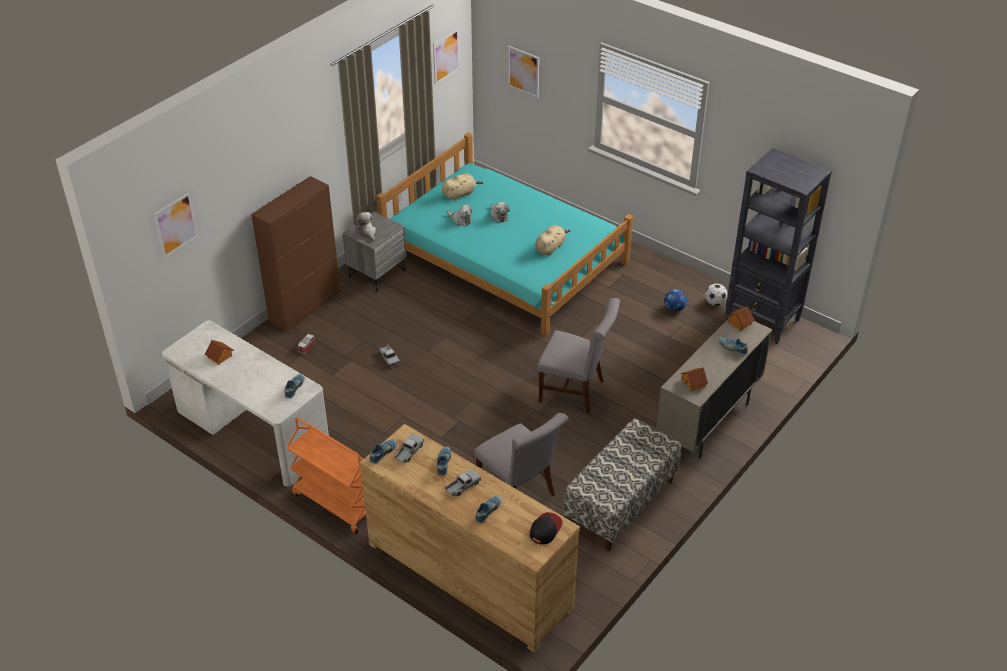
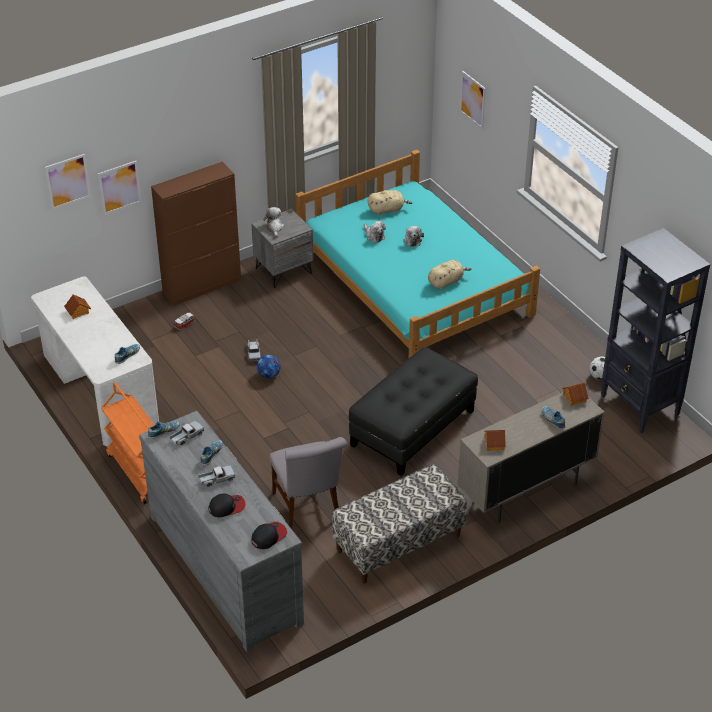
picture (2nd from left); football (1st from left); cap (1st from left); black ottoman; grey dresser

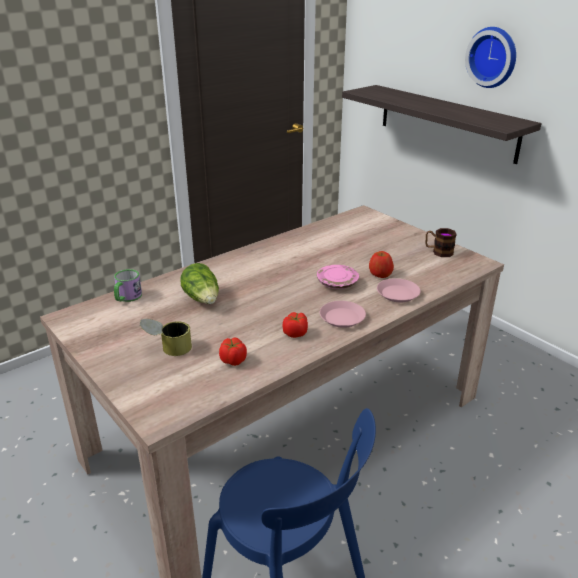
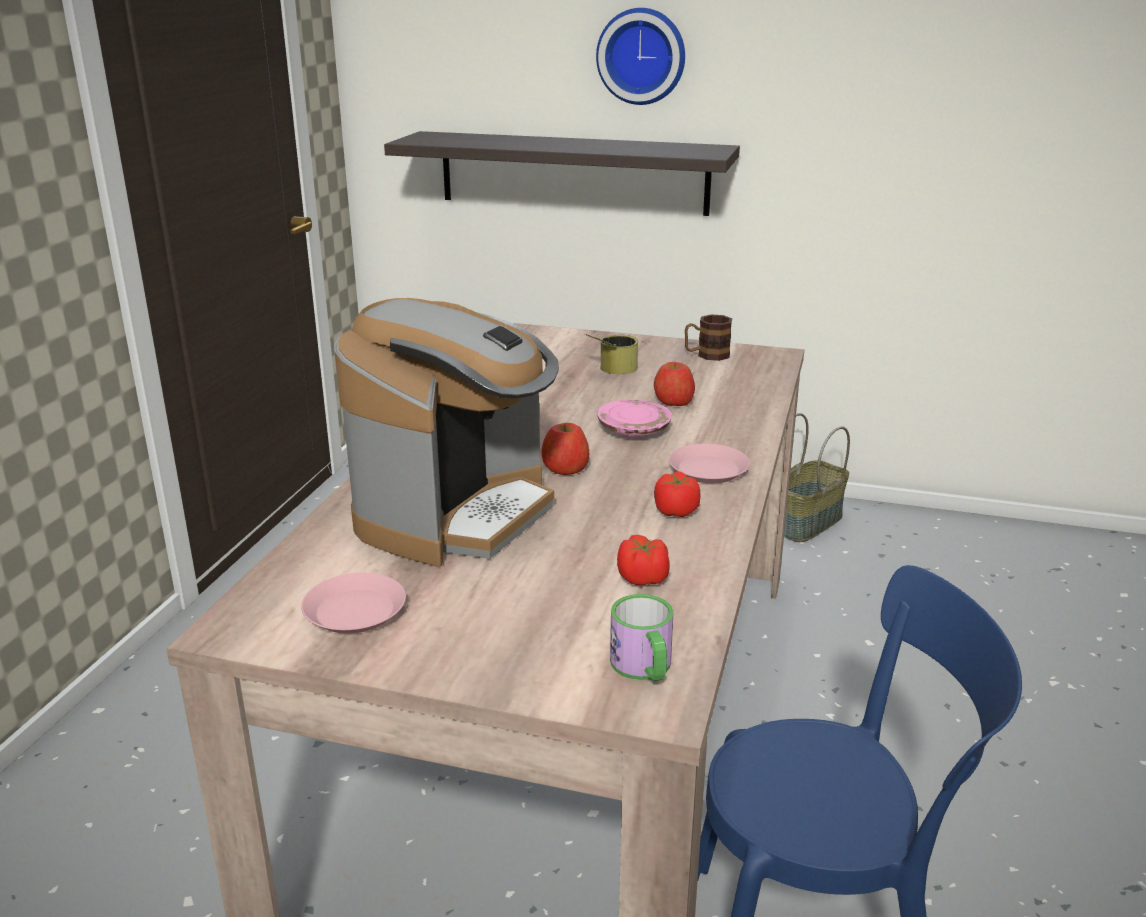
apple (1st from left); basket; mug (1st from left); can; pink plate (1st from left); coffee machine

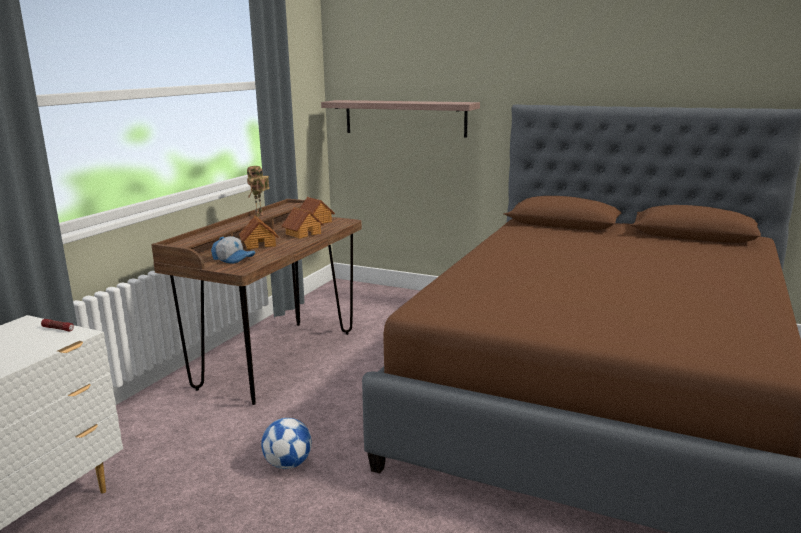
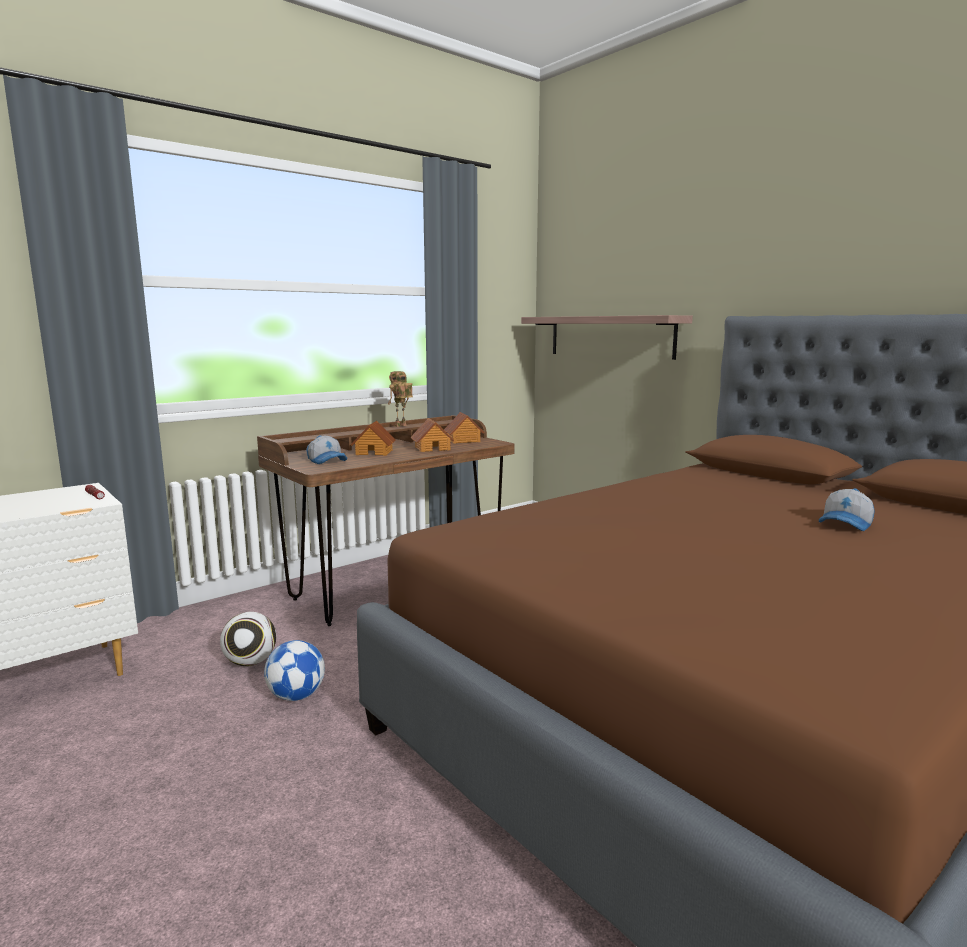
football (1st from left); cap (2nd from left)

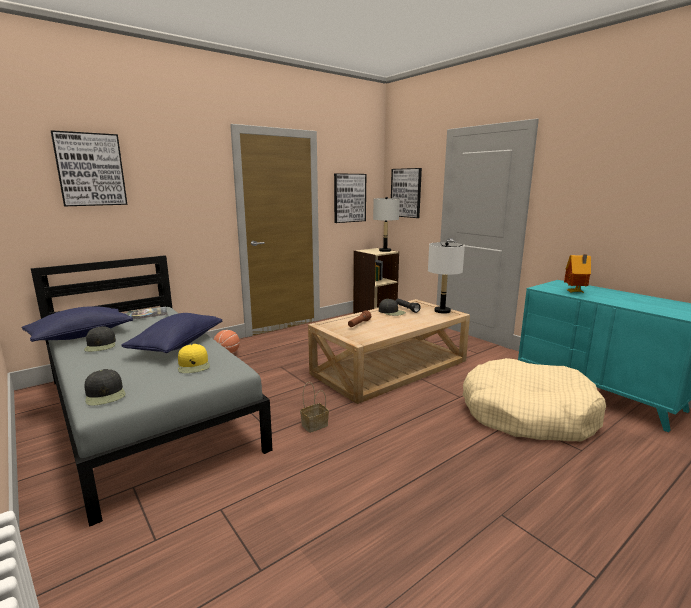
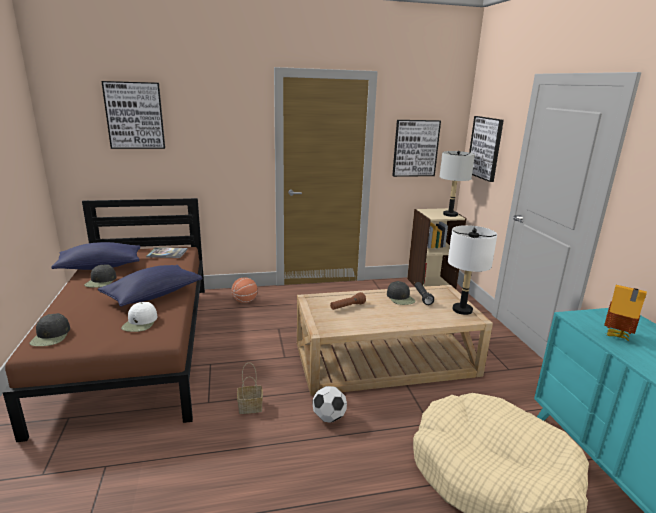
football; brown bed; white cap

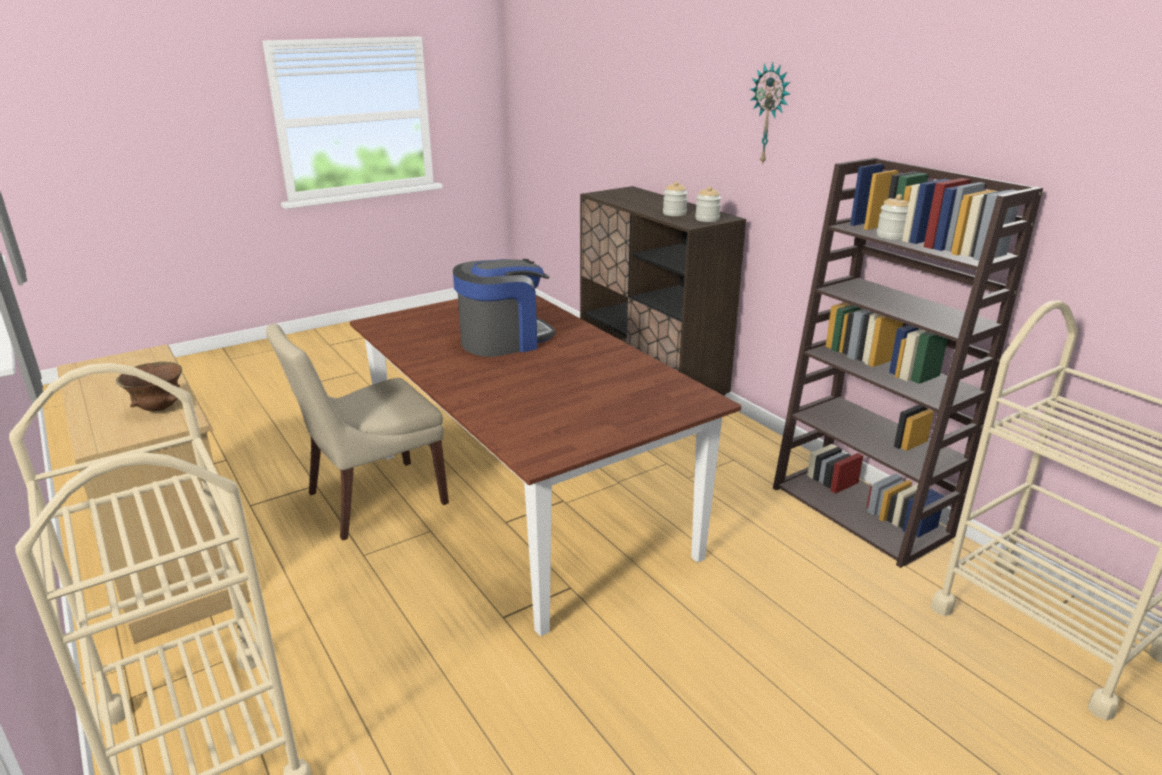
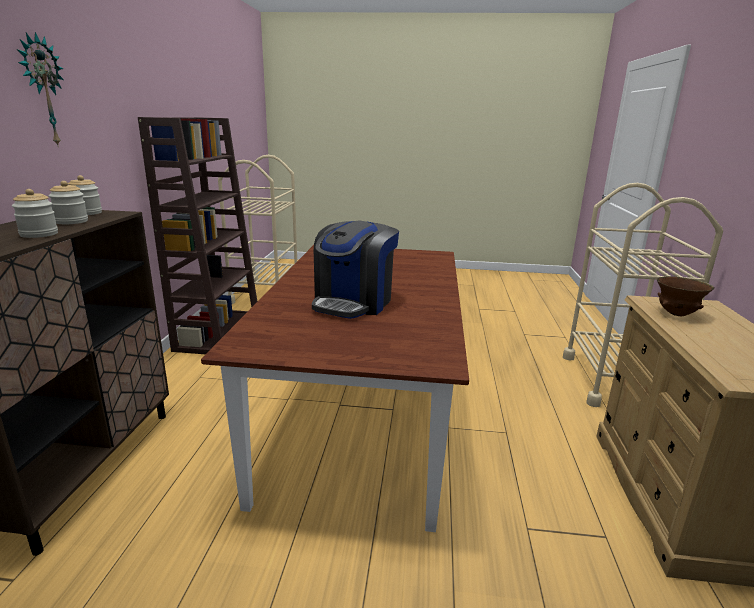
beige chair; jar (1st from left); coffee machine

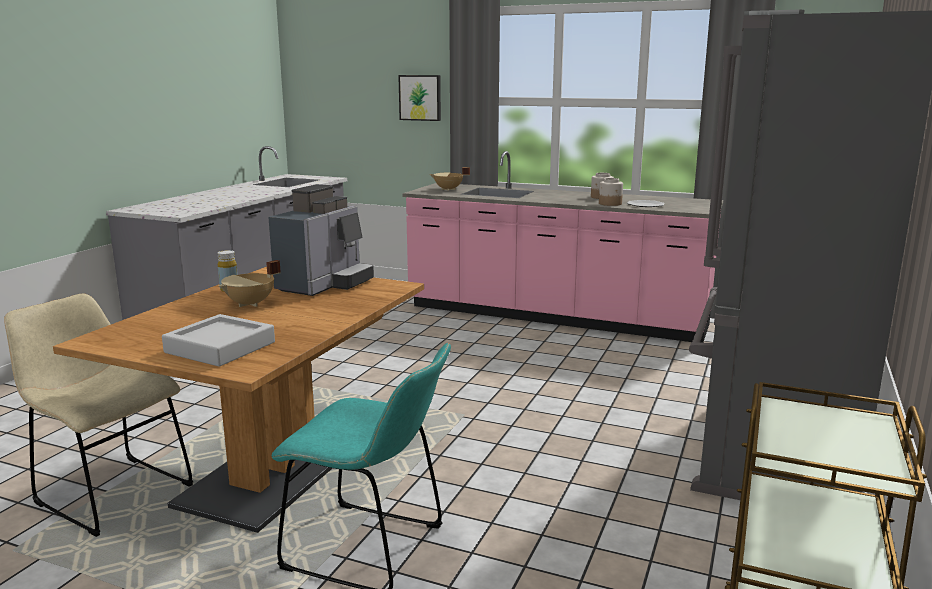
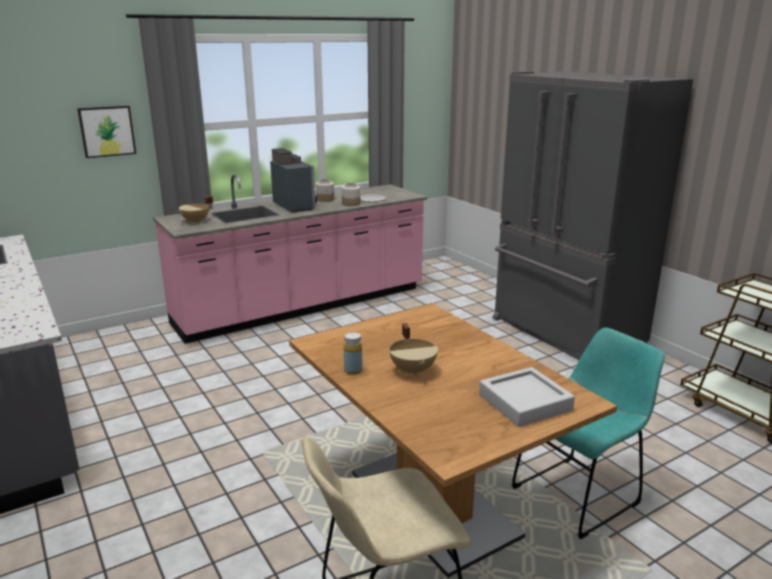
coffee machine

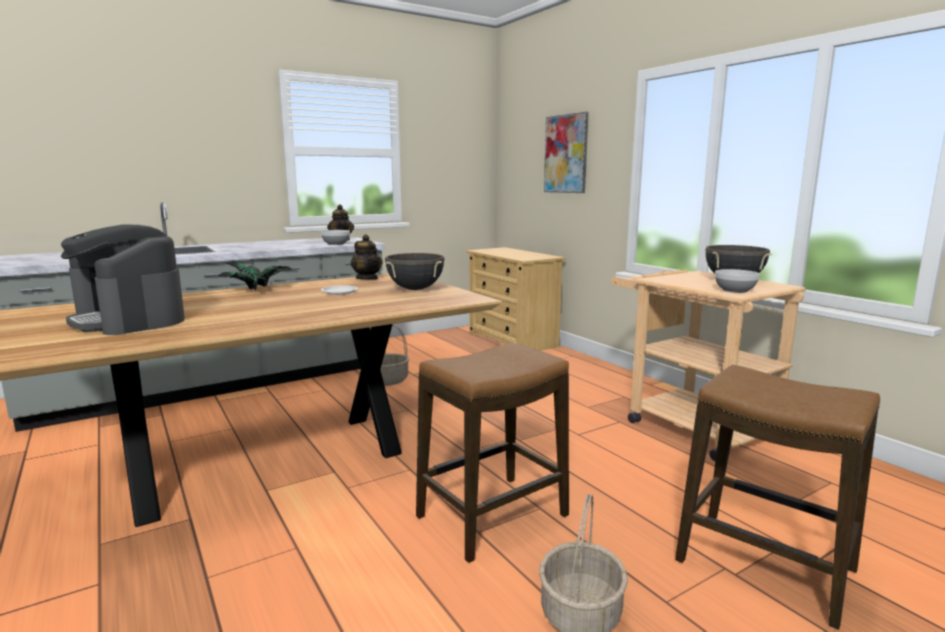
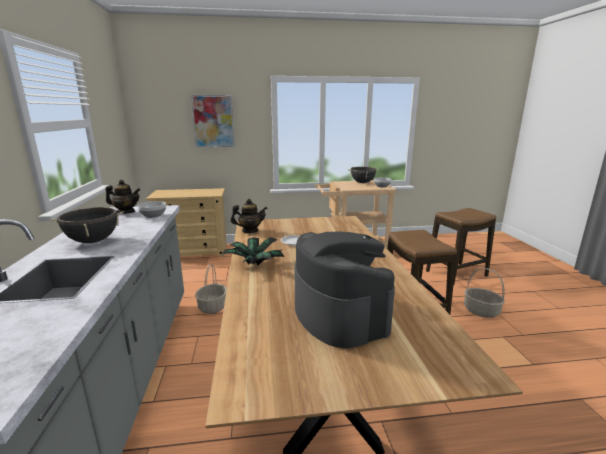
black cooking pot (1st from left); coffee machine

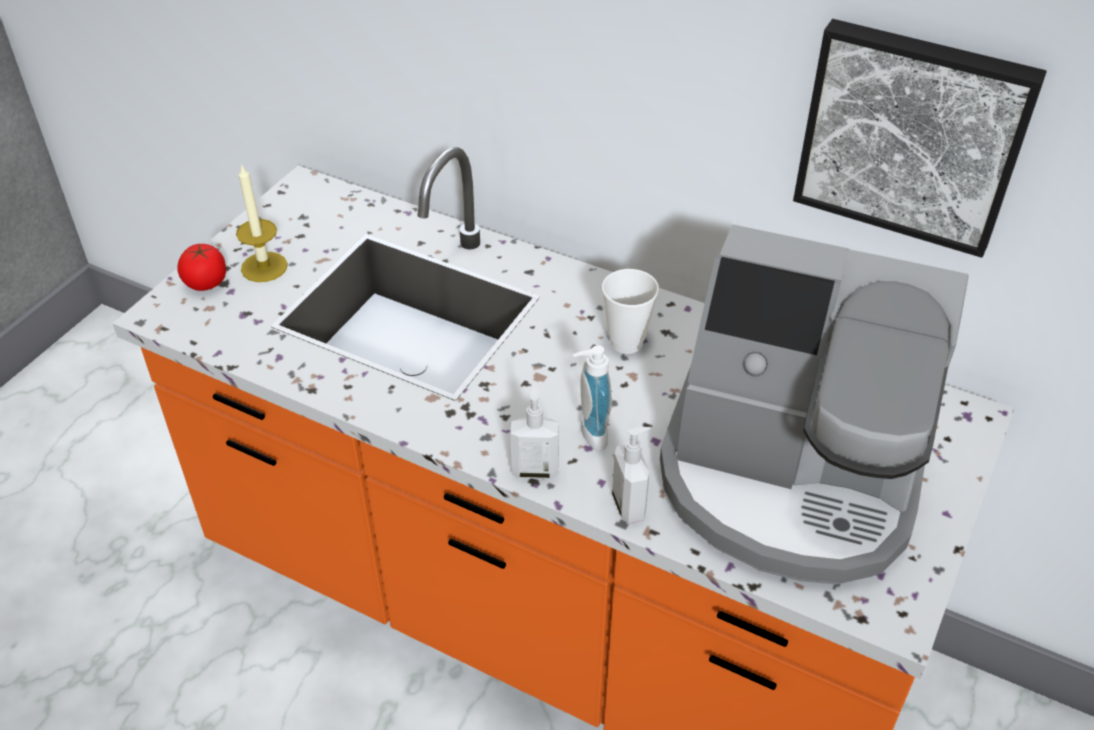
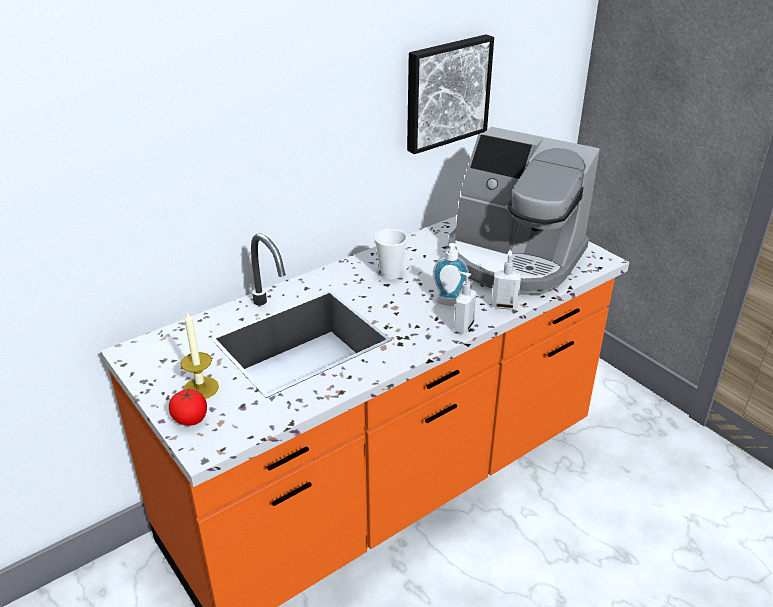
coffee machine

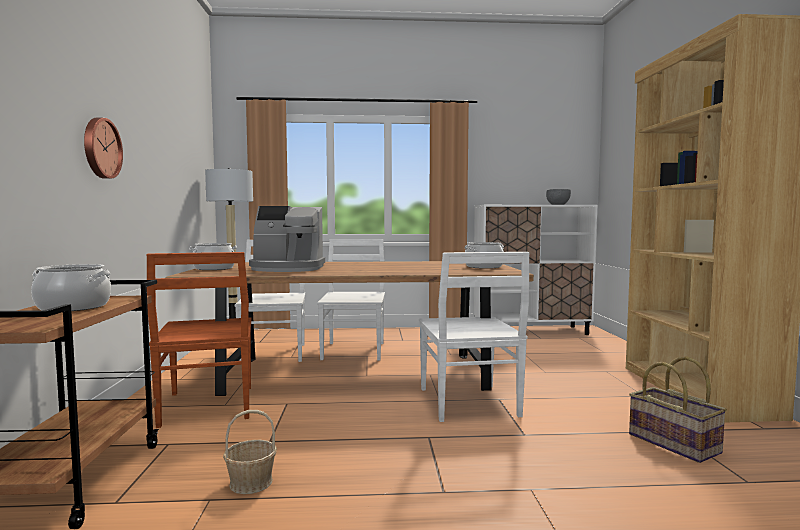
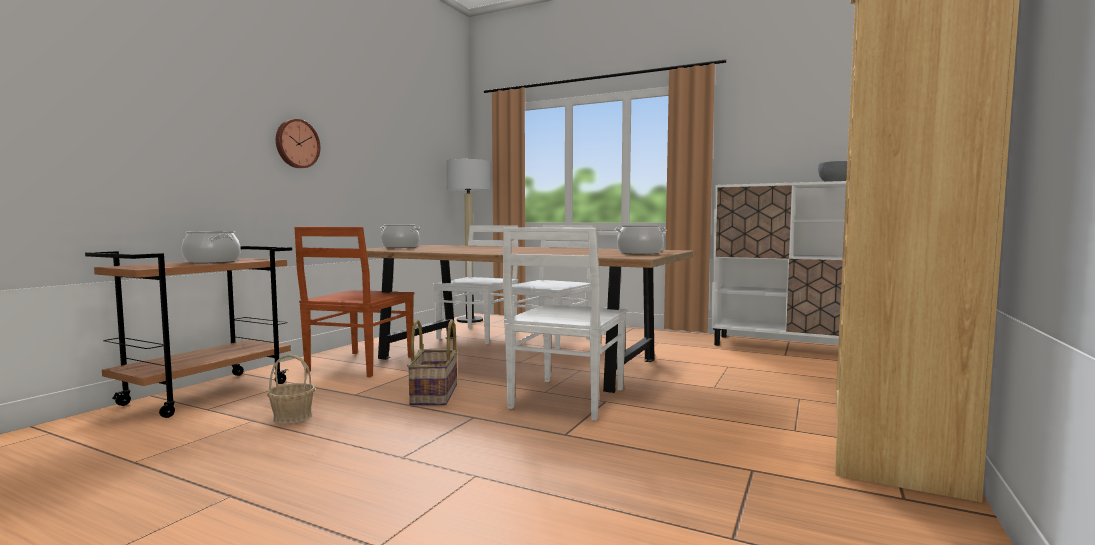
coffee machine; basket (2nd from left)

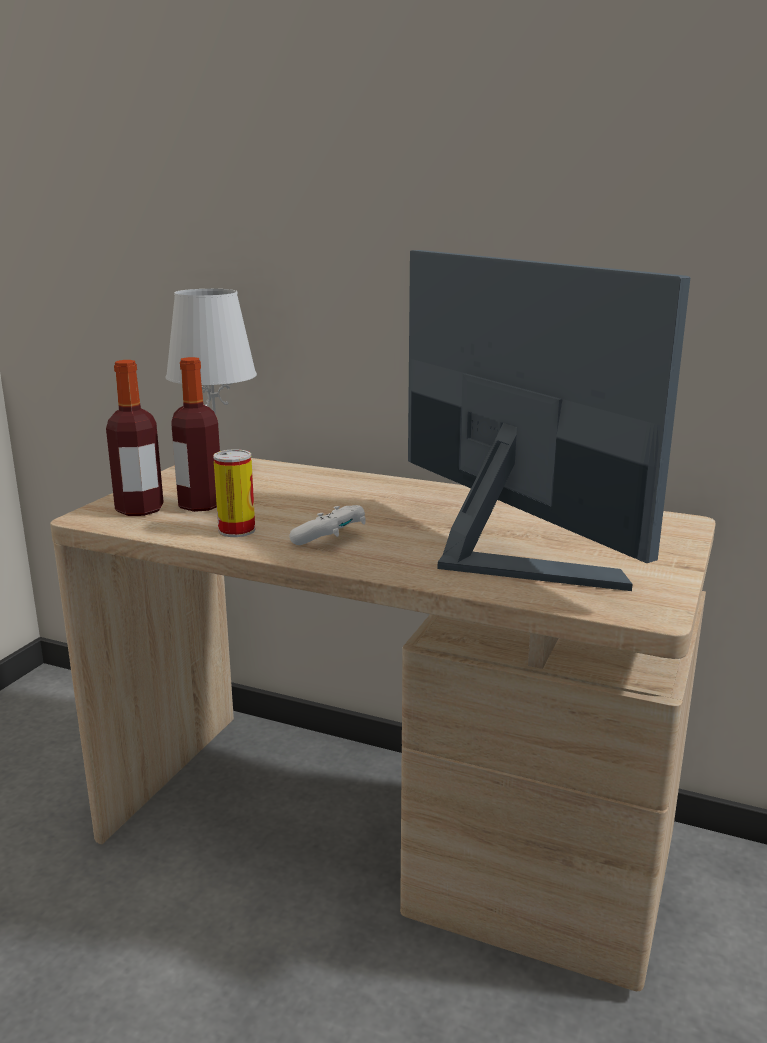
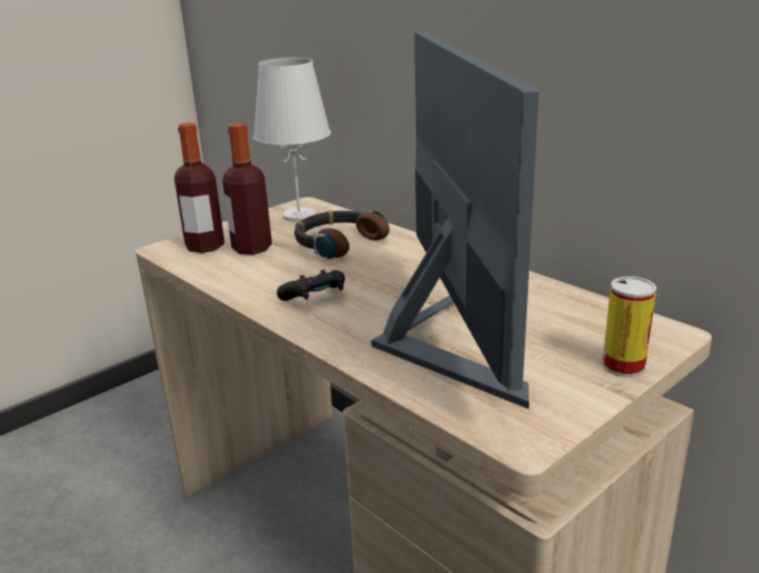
headphones; can; black game controller

